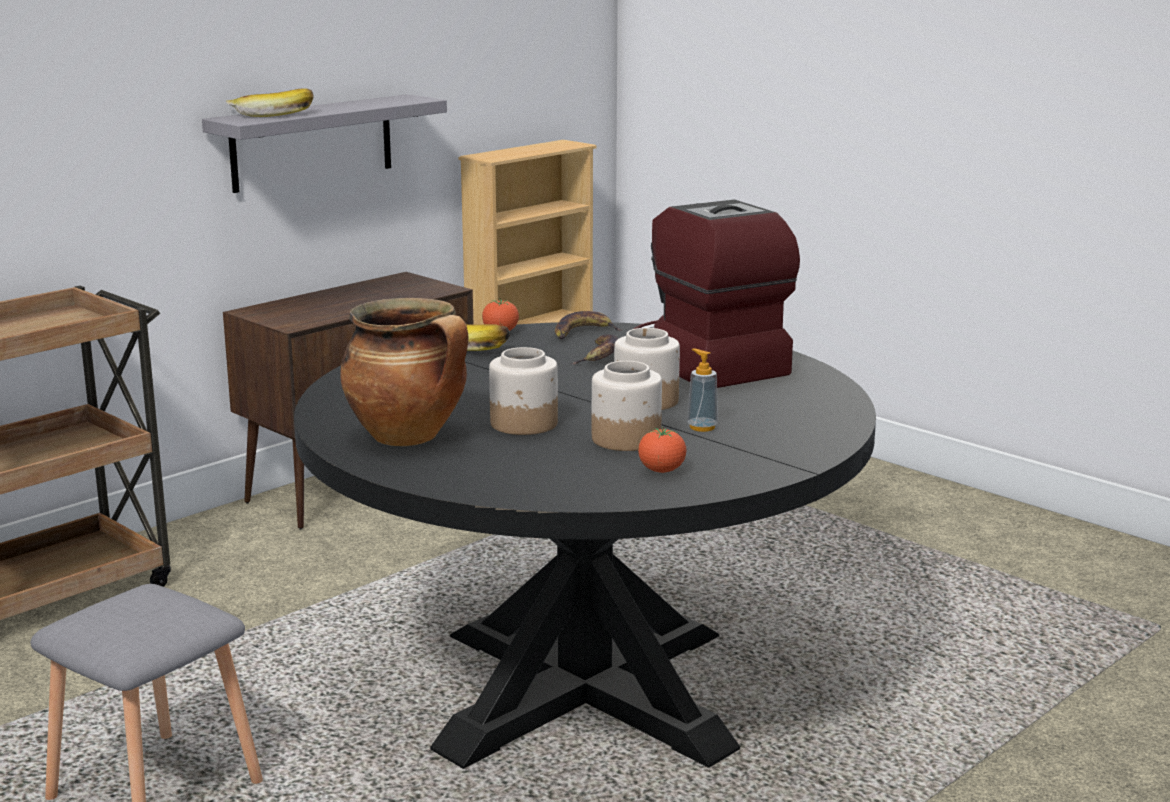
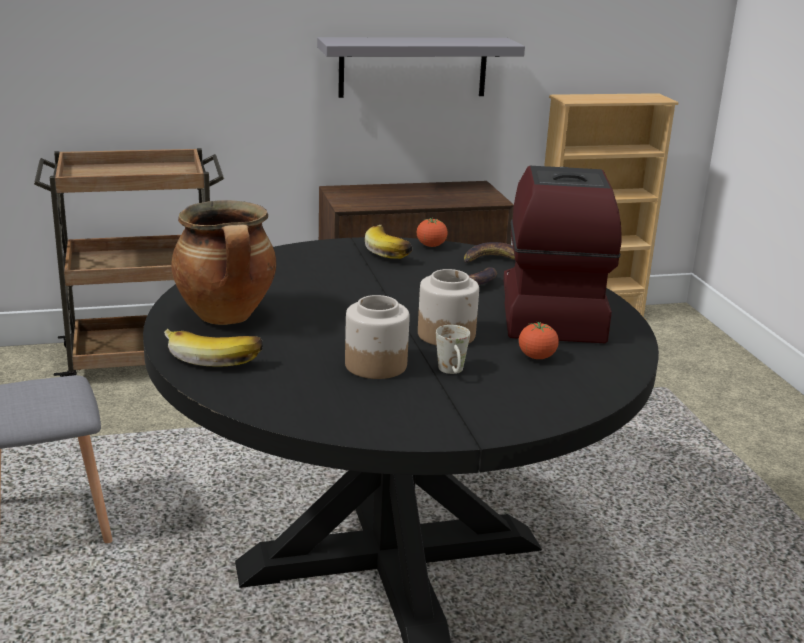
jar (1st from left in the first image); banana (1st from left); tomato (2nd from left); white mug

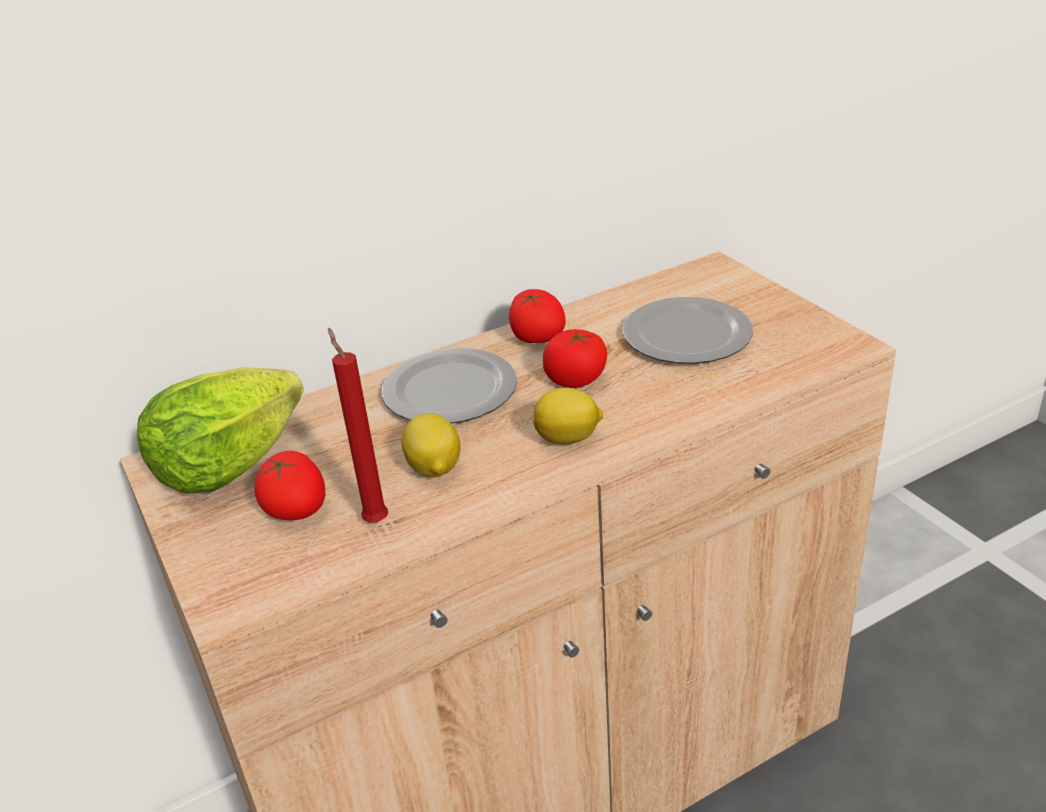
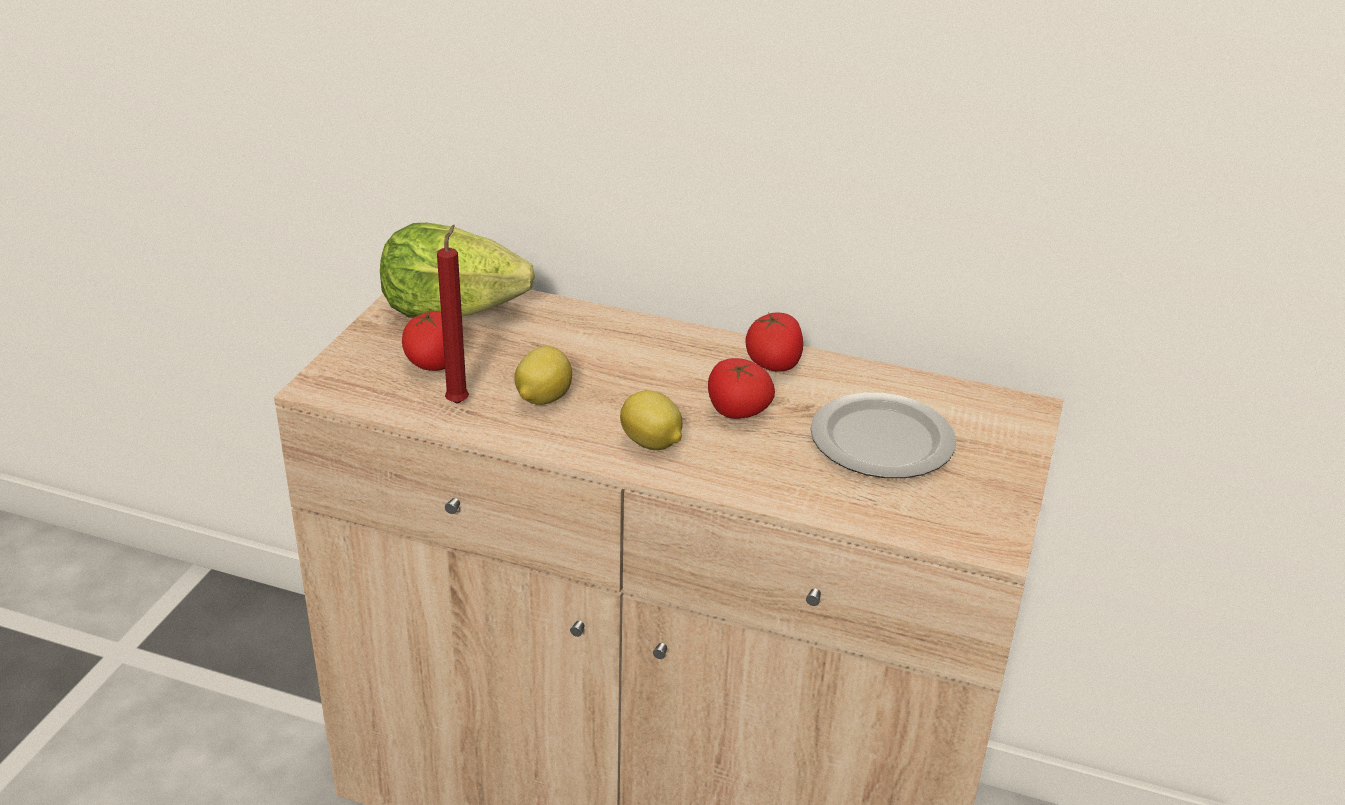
plate (1st from left in the first image)

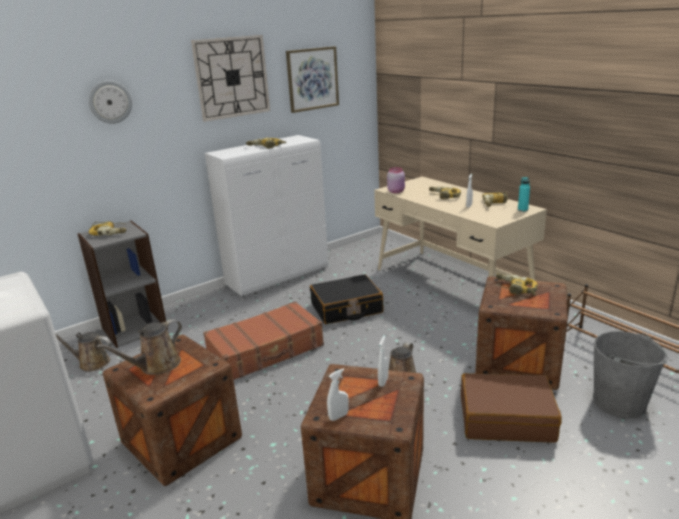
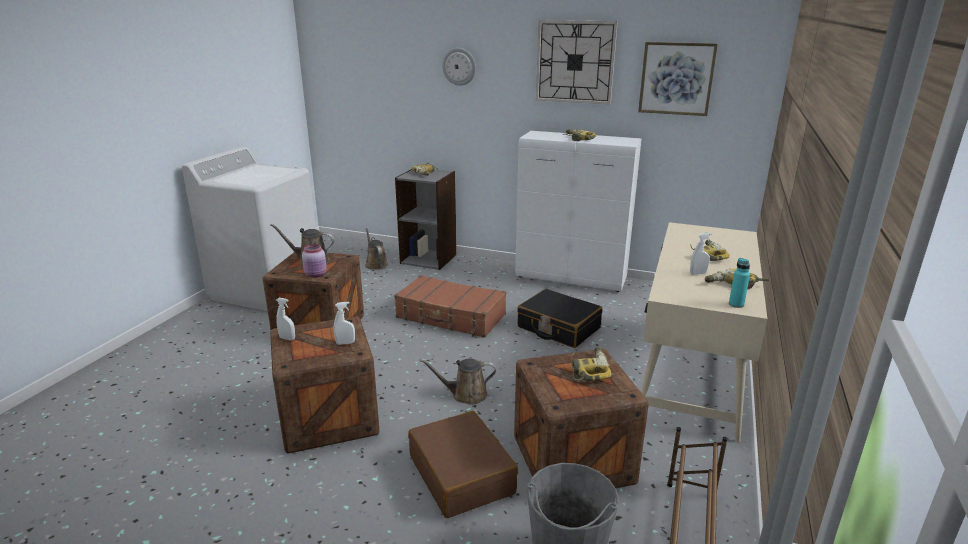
pink jar

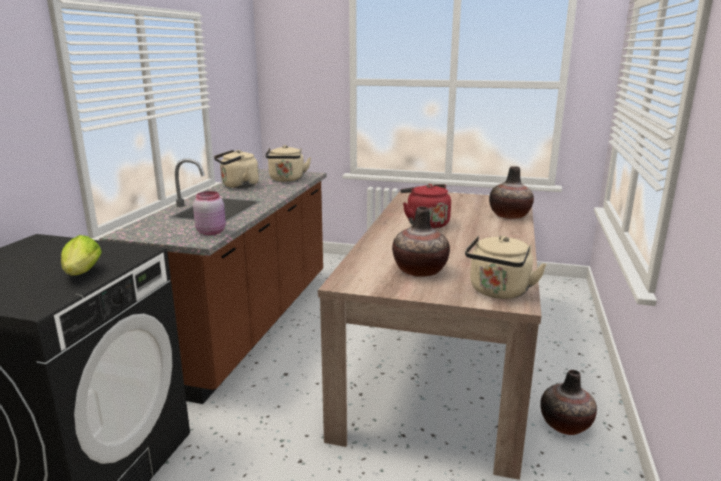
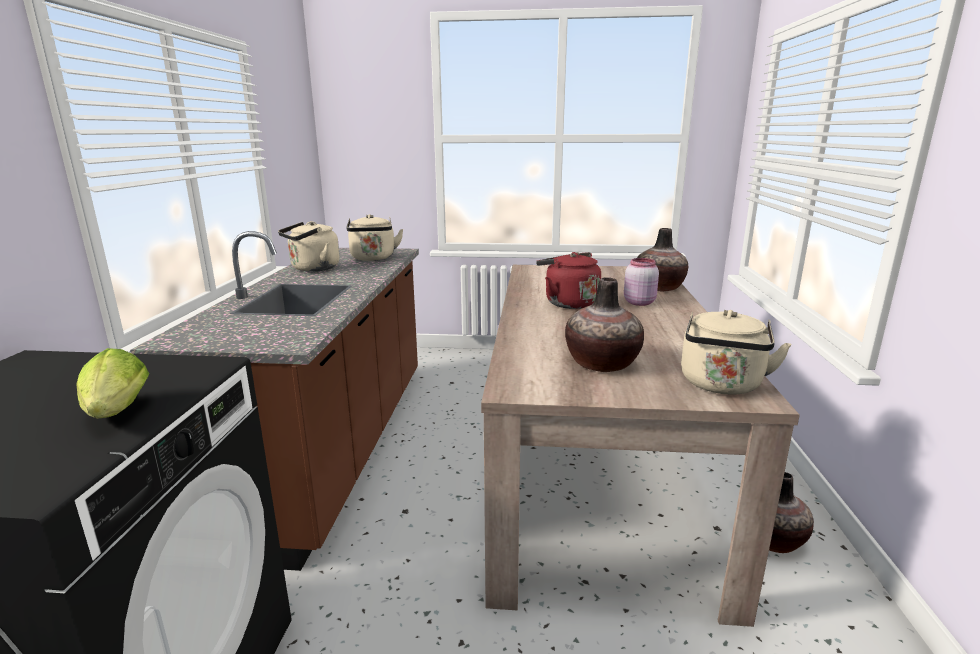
pink jar

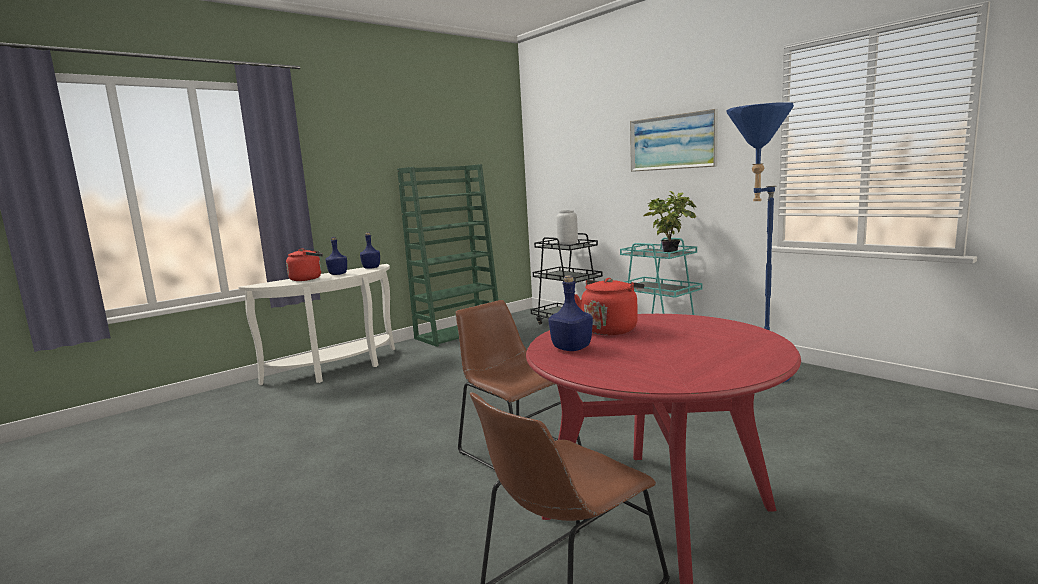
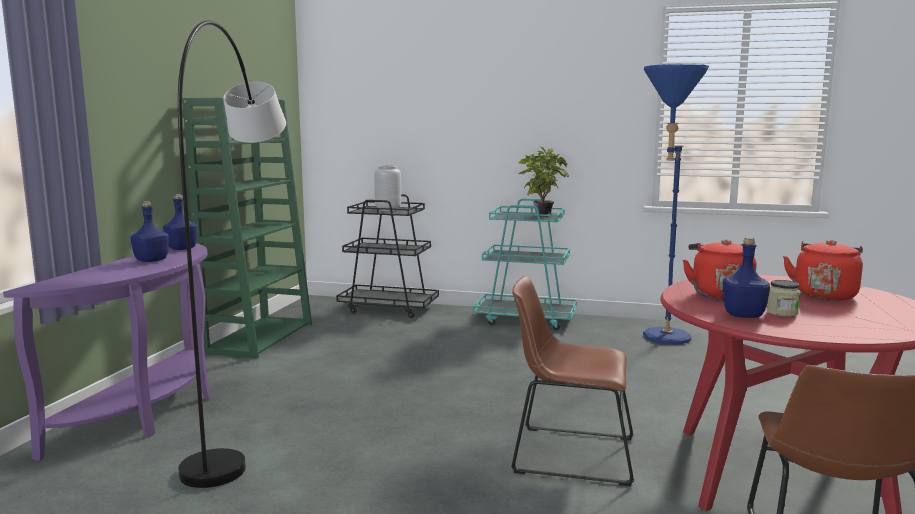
picture; grey floor lamp; jar; red kettle (2nd from left); purple console table

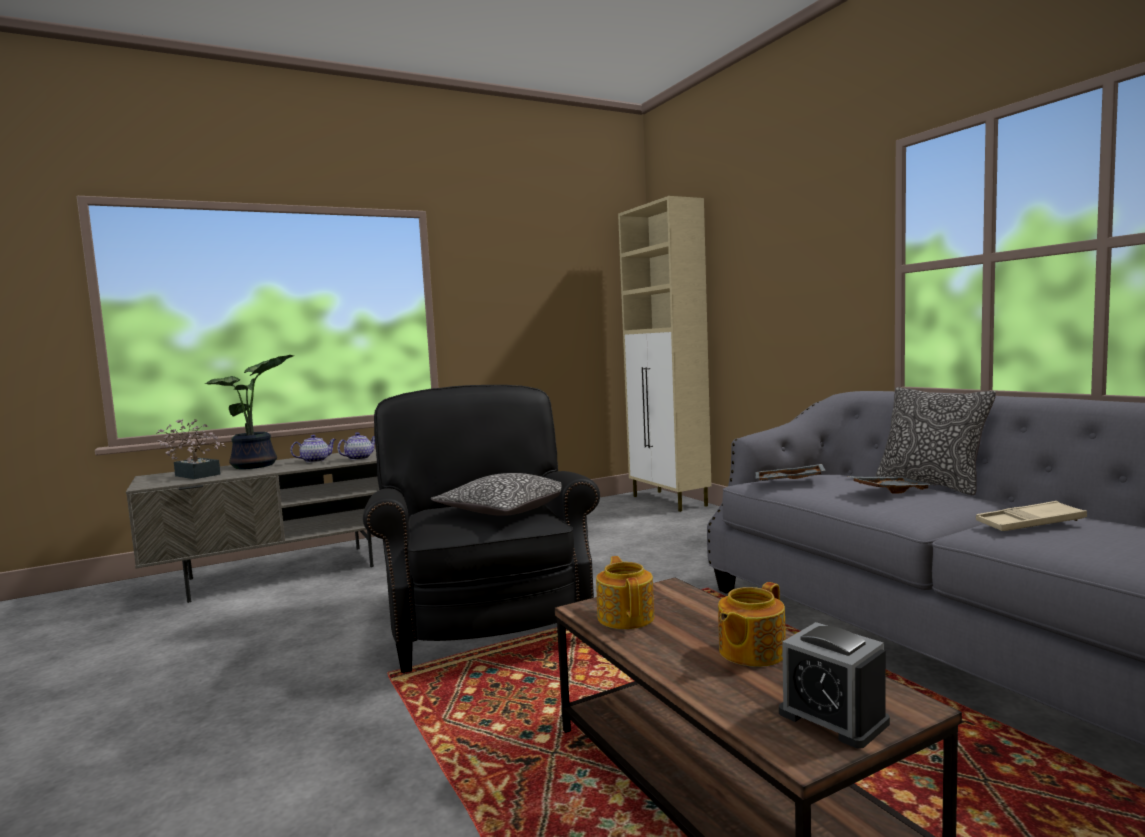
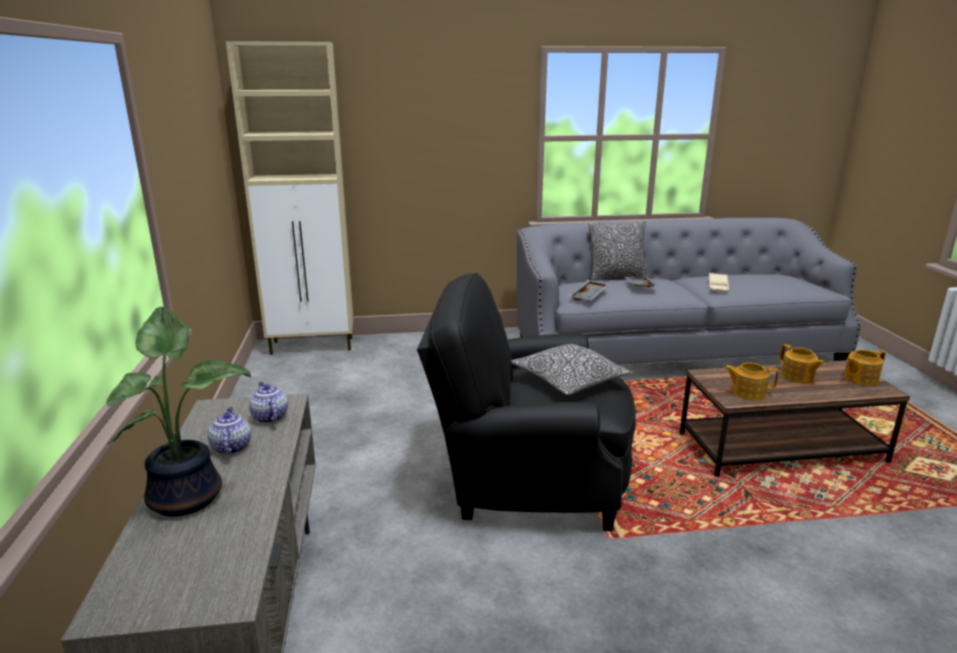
potted plant (1st from left in the first image); teapot (5th from left)

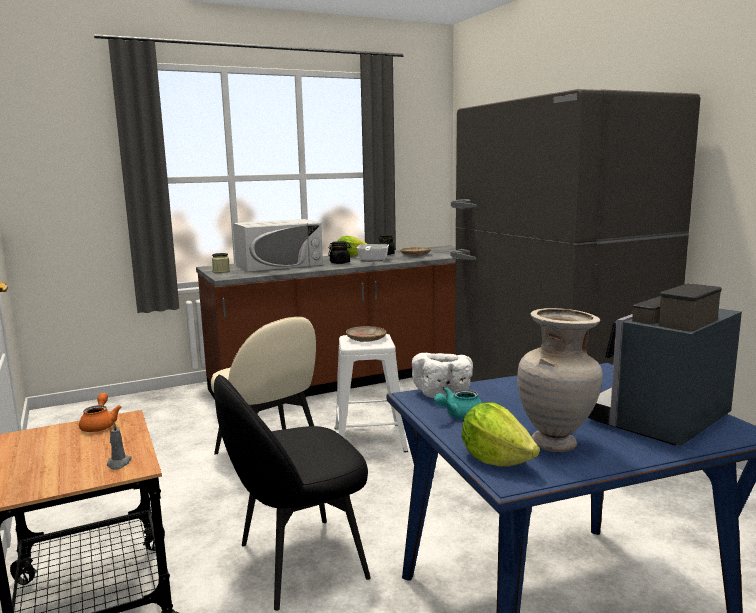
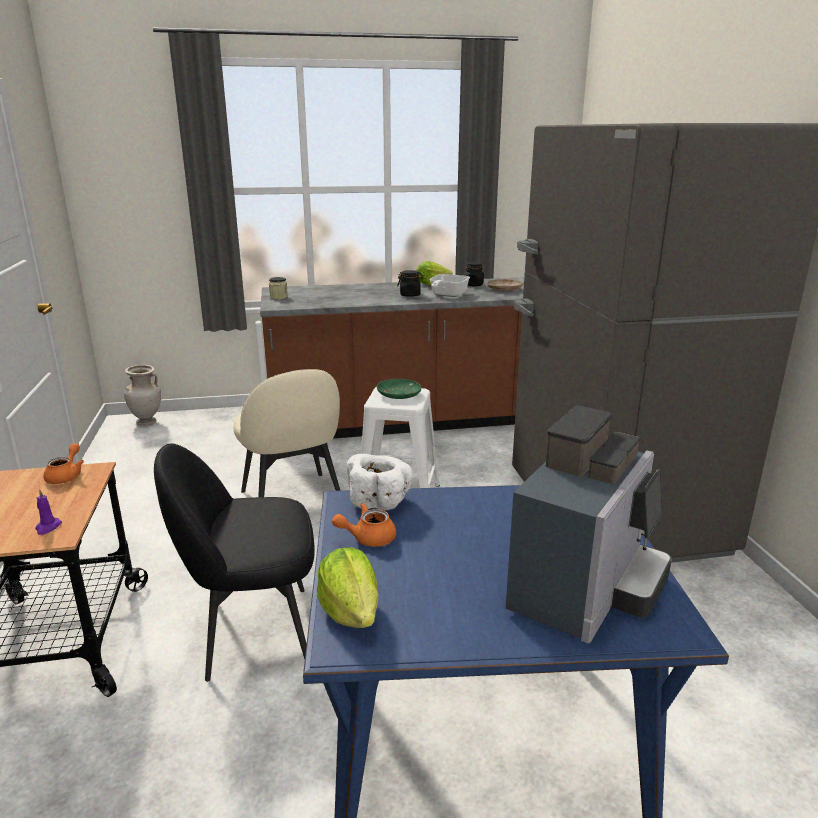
white microwave; beige vase; purple candle; green plate; orange teapot (2nd from left); coffee machine

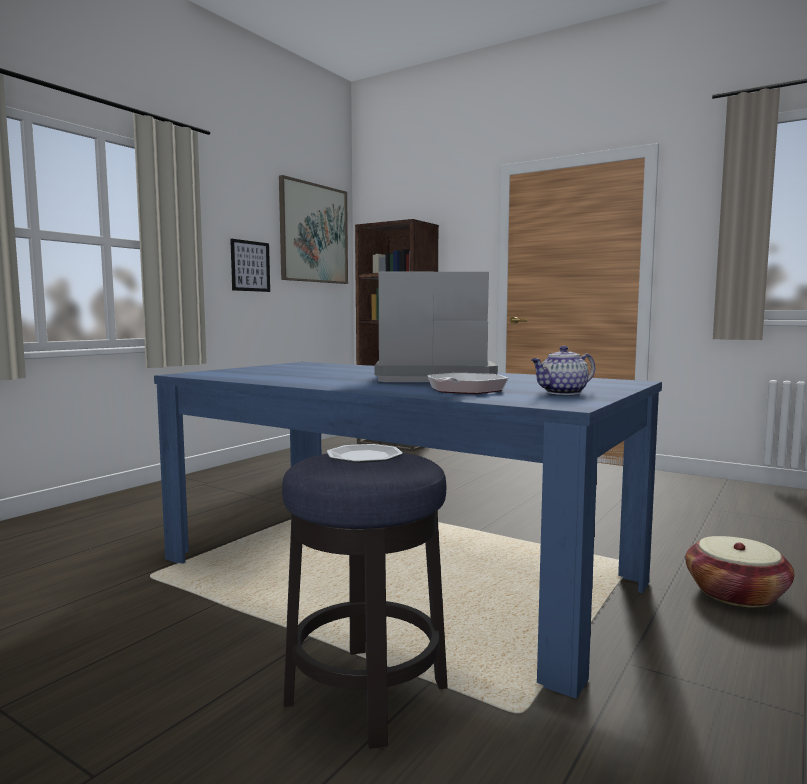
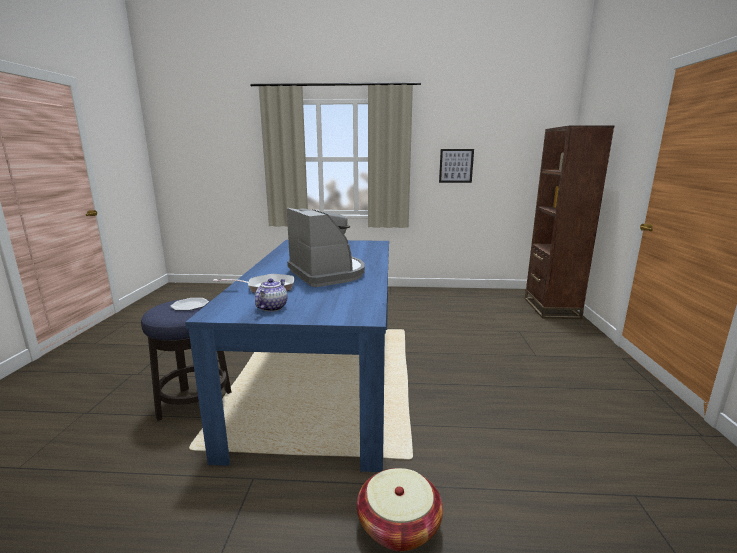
picture (2nd from left in the first image); teapot

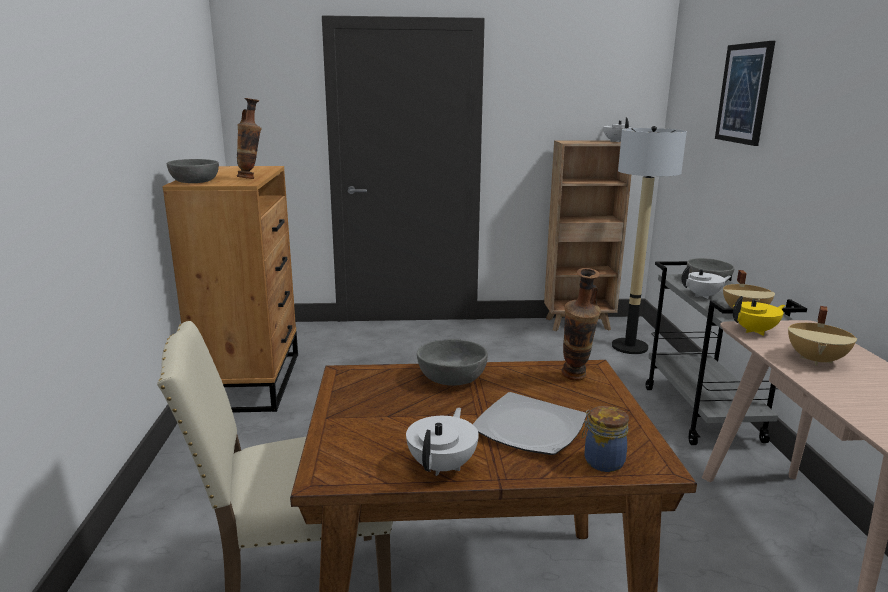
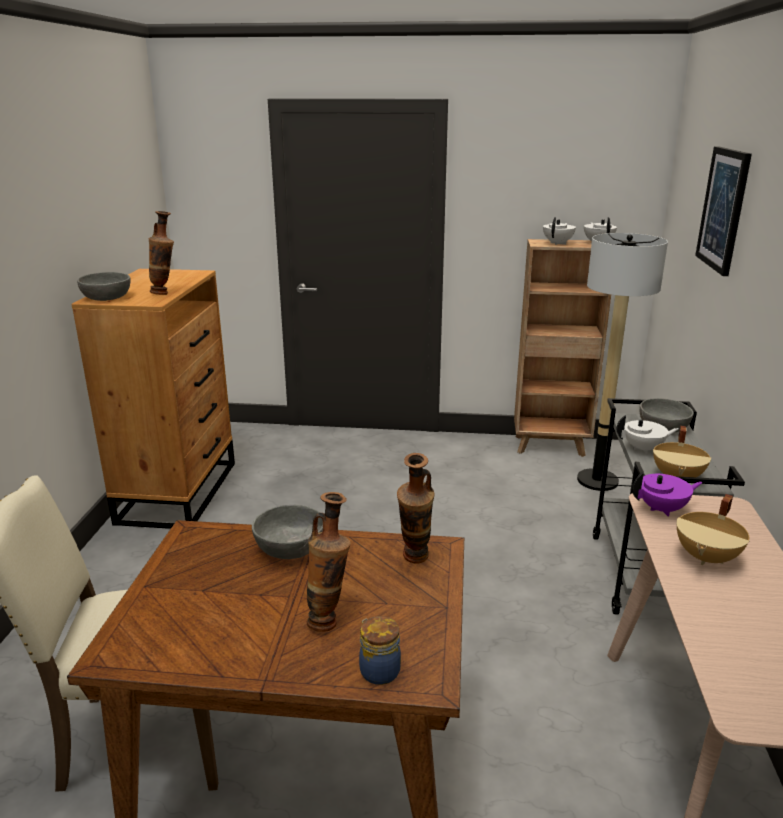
white teapot (1st from left); vase (2nd from left); purple teapot

